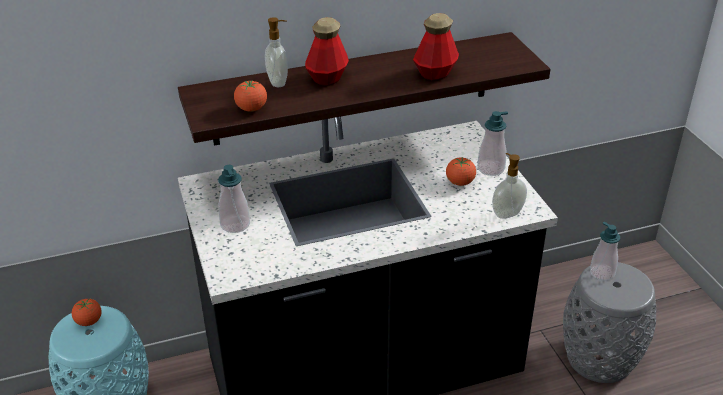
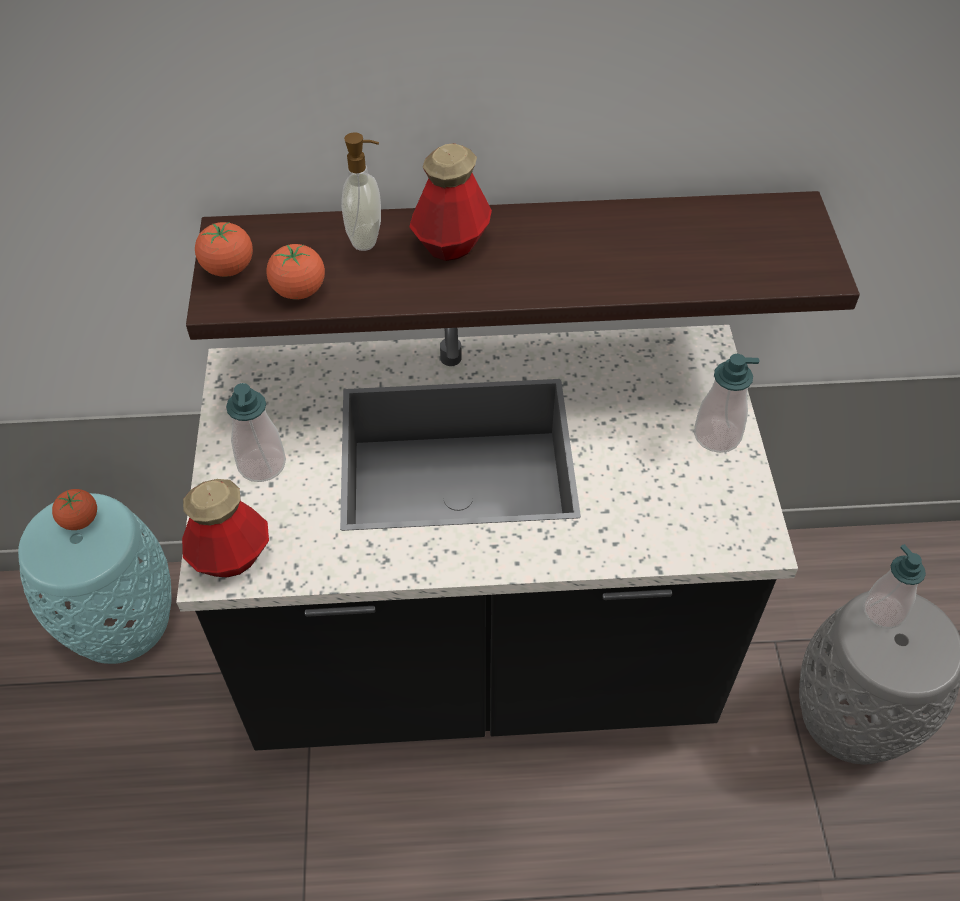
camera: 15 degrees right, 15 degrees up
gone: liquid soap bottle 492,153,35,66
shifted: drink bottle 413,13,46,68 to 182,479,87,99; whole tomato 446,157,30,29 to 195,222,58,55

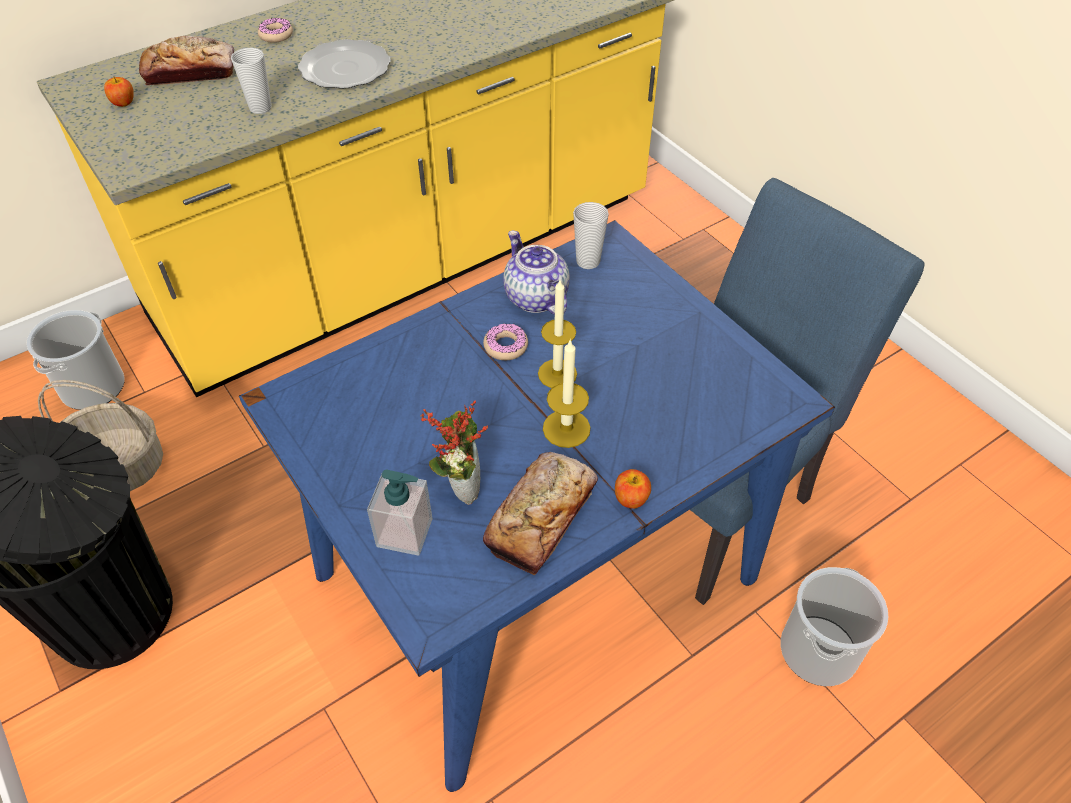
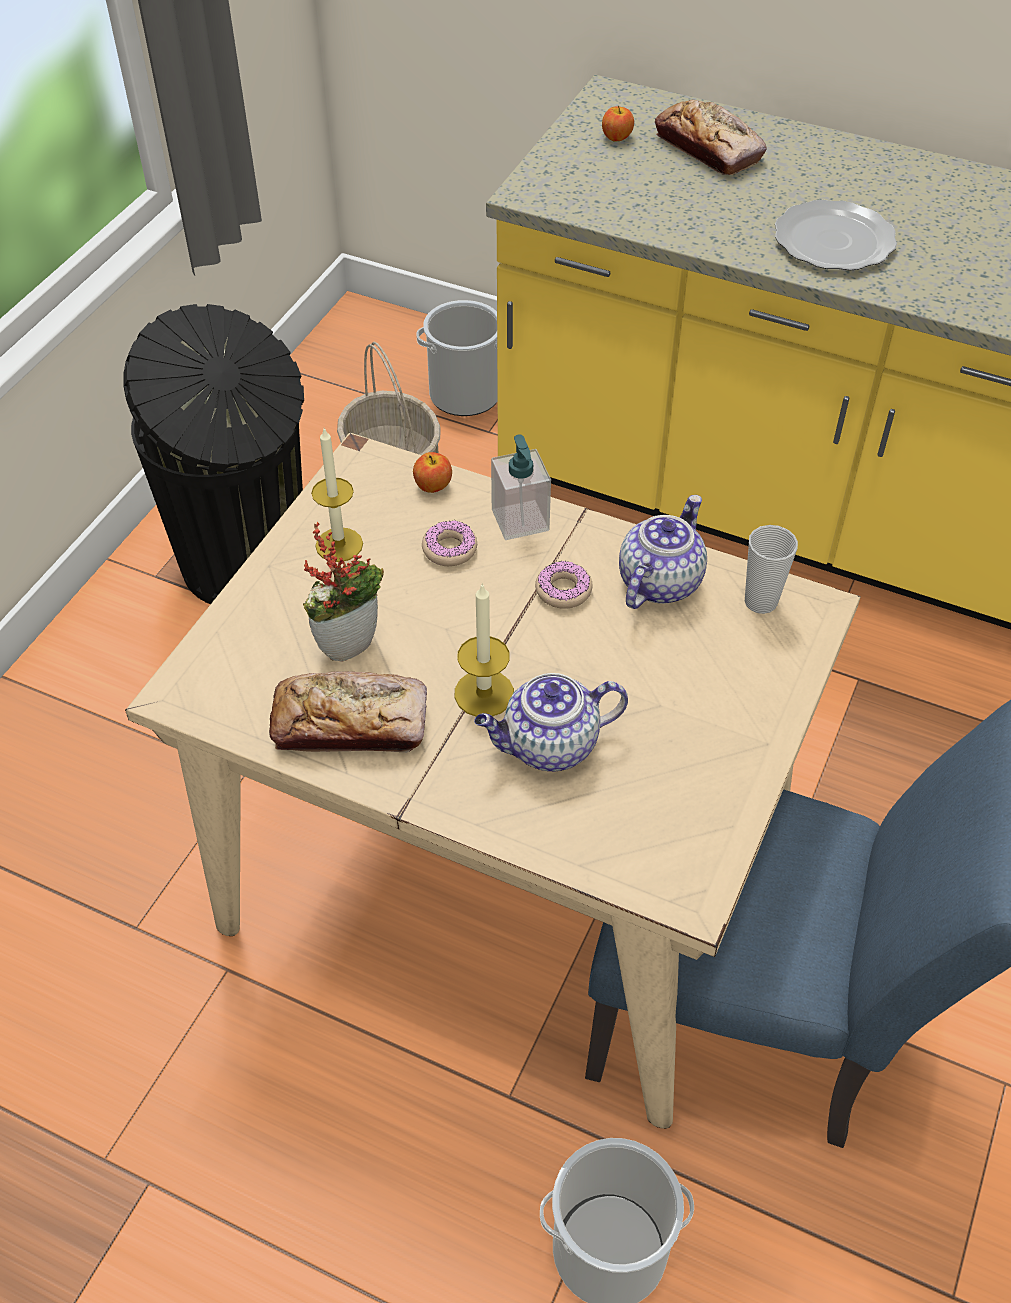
camera: 60 degrees right, 0 degrees up
gone: cup 231,48,40,66
new: teapot 474,673,154,98
shifted: donut 258,18,35,25 to 422,520,55,46; wax candle 538,280,39,108 to 311,428,52,134; apple fruit 615,469,36,40 to 413,452,39,41; liquid soap bottle 367,470,65,86 to 491,434,60,106
repainted: bluish dinner table 239,220,596,572 to sand-coloured dinner table 125,432,736,697

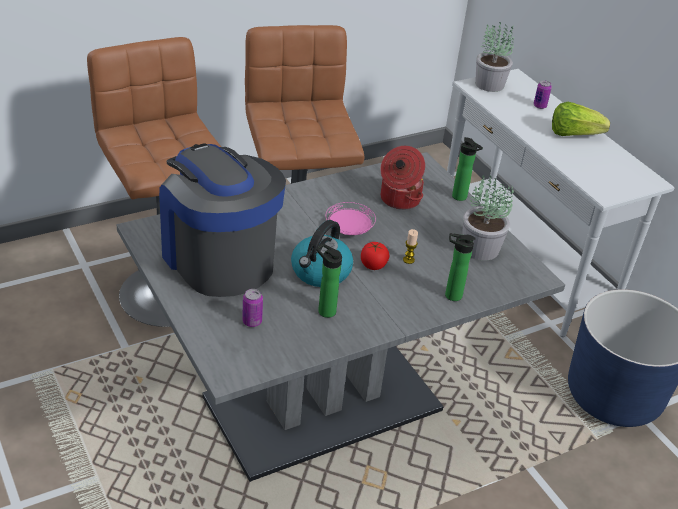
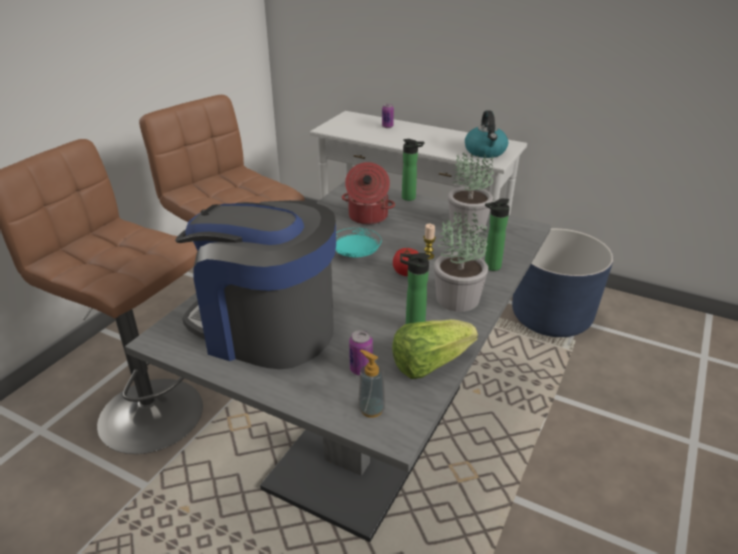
camera: 30 degrees left, 5 degrees down
new: liquid soap bottle 358,350,27,68
shifted: plant in a pot 475,22,39,70 to 434,208,54,104; lettuce 552,102,58,34 to 392,319,86,60; water kettle 291,220,62,67 to 465,110,43,48
repainted: pink-coloured dinner plate 326,202,50,33 to turquoise-coloured dinner plate 336,228,46,30

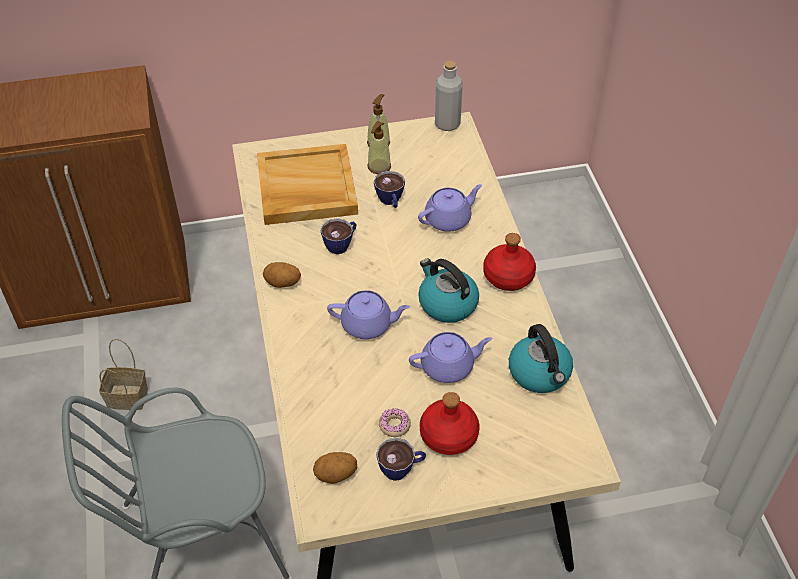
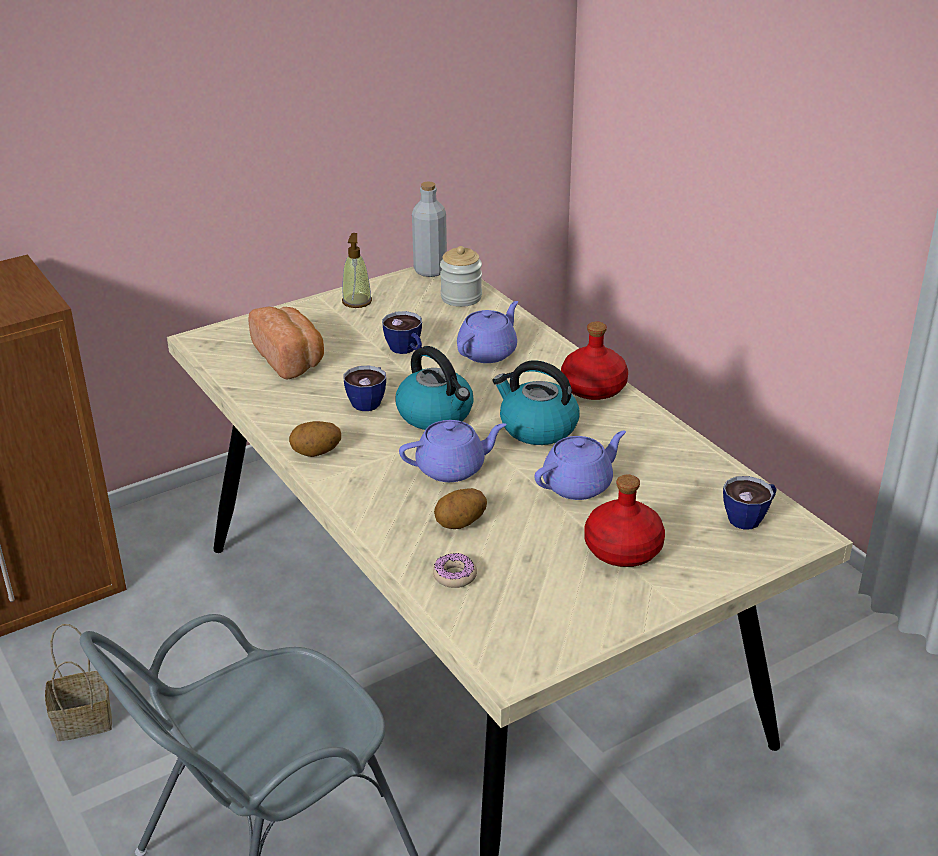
camera: 20 degrees left, 15 degrees down
gone: liquid soap bottle 368,121,23,53
new: jar 440,246,42,61
shifted: water kettle 509,324,64,69 to 396,346,78,84; donut 379,409,32,28 to 433,553,44,35; cup 376,437,50,44 to 723,476,54,54; potato 313,452,44,32 to 434,488,53,41
swapped: sand-coloured carrying tray 257,144,101,81 to baked bread 248,307,76,72

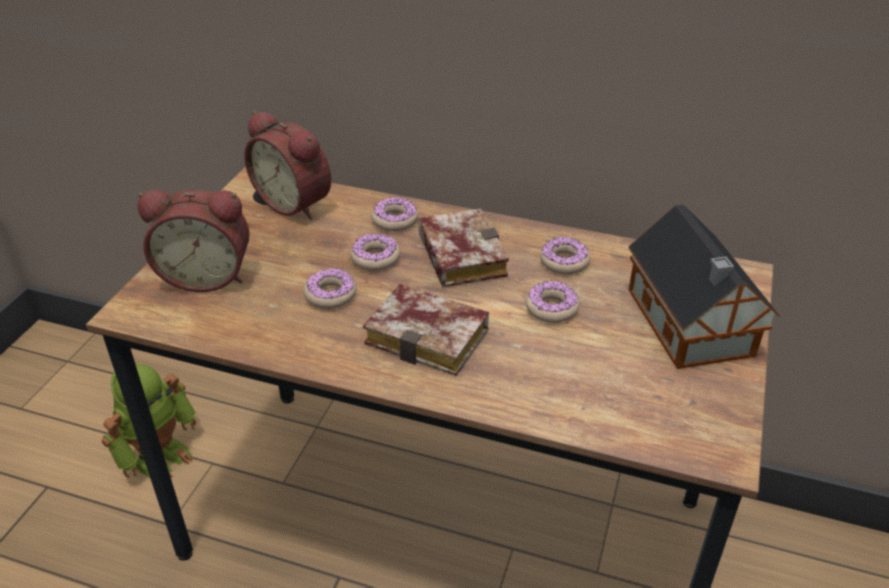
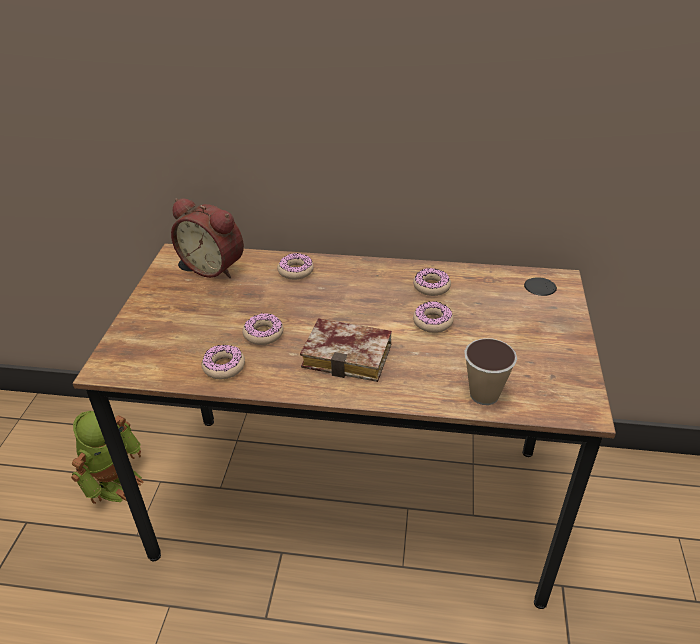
camera: 10 degrees left, 0 degrees up
gone: alarm clock 137,190,112,102; miniature house 628,204,152,165; bound book 418,209,91,79
new: cup 464,338,53,67
shifted: donut 350,233,50,38 to 202,345,43,34

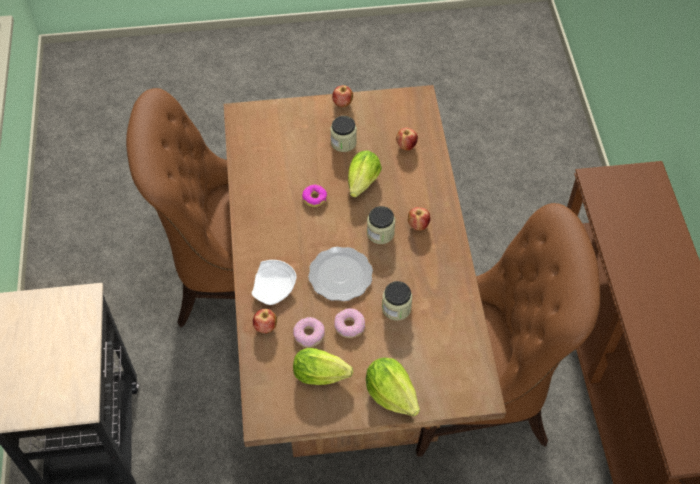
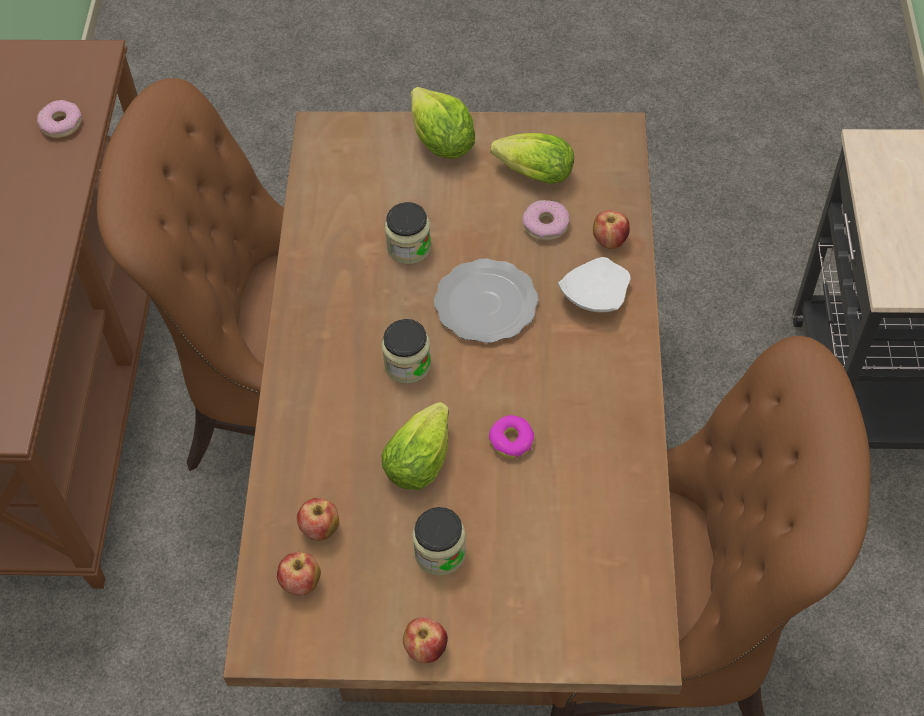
camera: 170 degrees left, 0 degrees up
shifted: apple fruit 408,207,22,24 to 277,552,44,44; donut 334,308,31,30 to 37,100,45,38

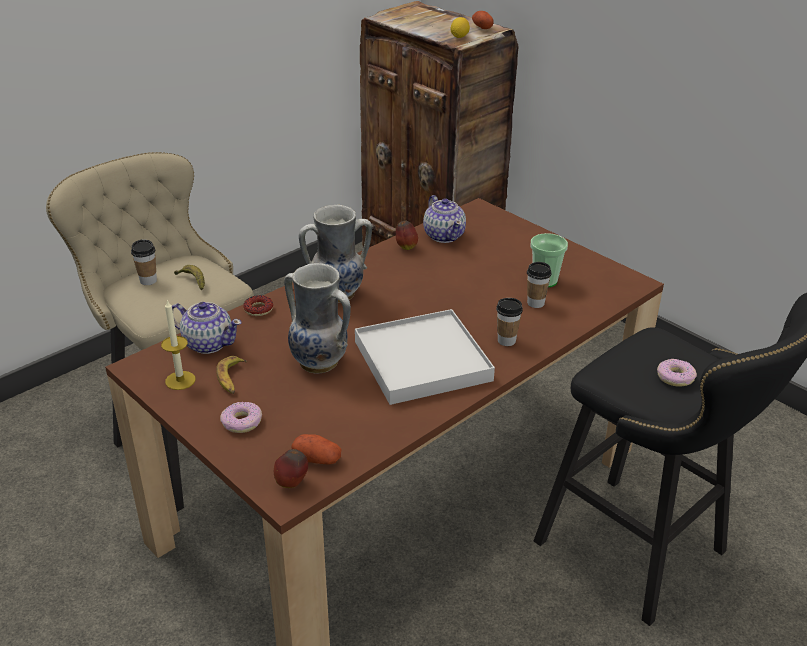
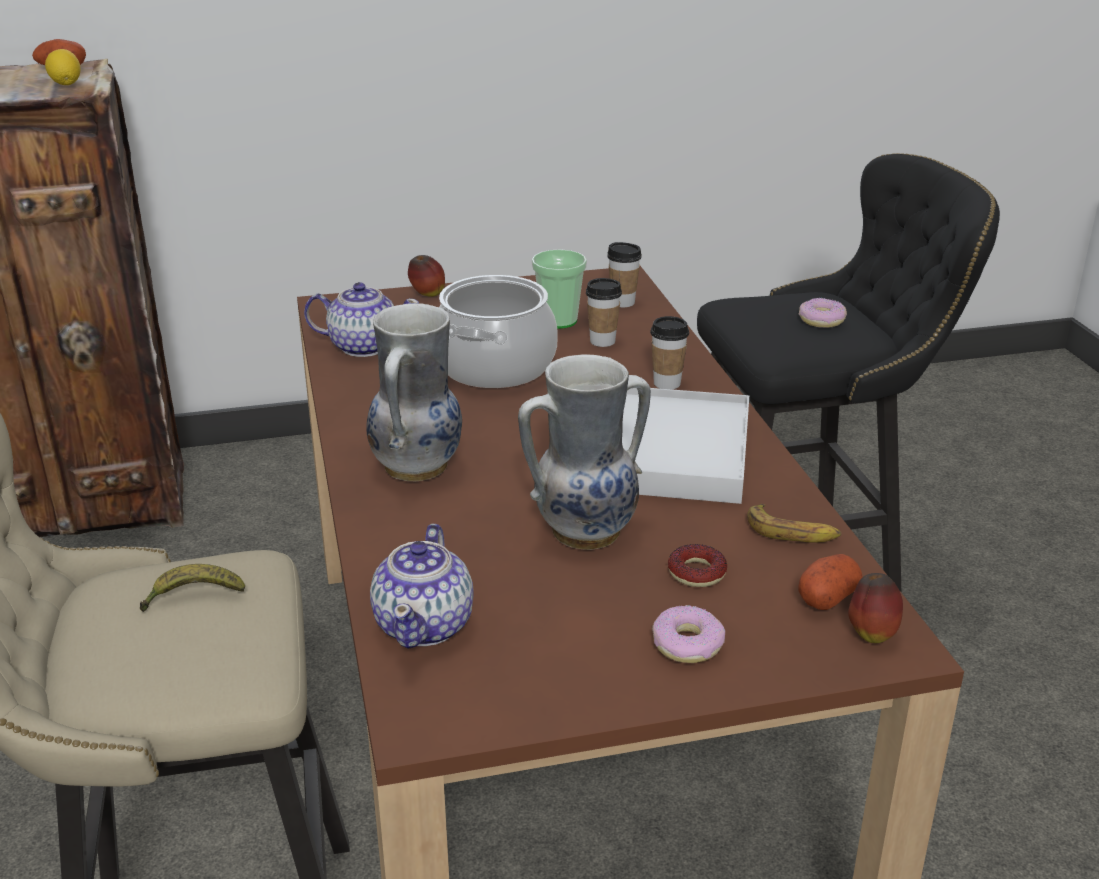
camera: 60 degrees left, 5 degrees down
gone: wax candle 161,300,35,90
new: cooking pot 439,275,119,113
shifted: apple fruit 396,221,22,29 to 408,255,37,42; cup 131,240,26,45 to 607,242,35,65; donut 243,295,30,21 to 668,544,59,43; banana 216,356,31,38 to 747,504,95,38
rotated: teapot 172,302,70,52 = 370,524,103,125 135 degrees clockwise

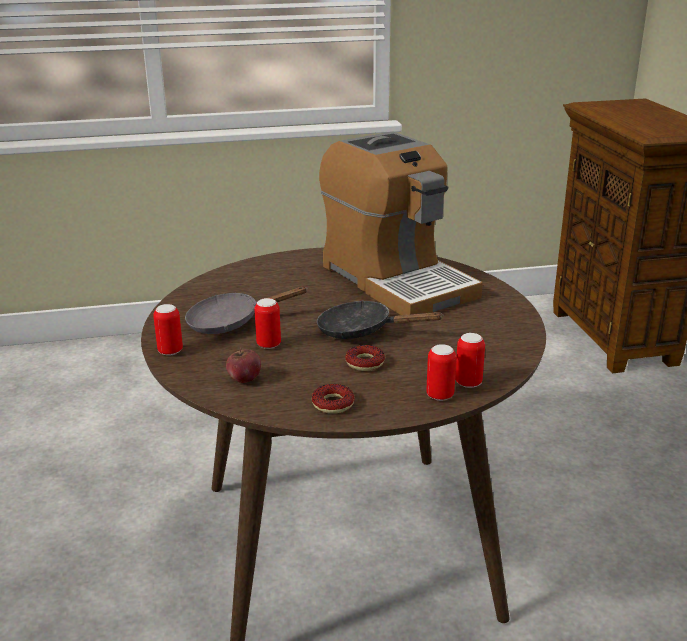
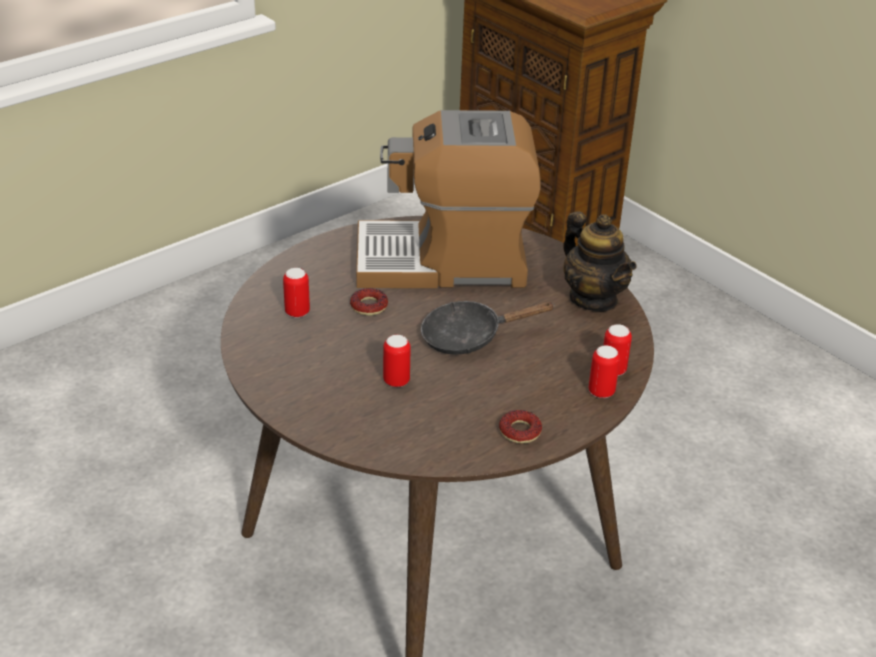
camera: 30 degrees left, 10 degrees up
gone: gray frying pan 185,286,123,48; apple fruit 226,348,35,35
new: teapot 563,211,74,100
shifted: can 153,304,30,52 to 283,268,27,50; donut 345,345,40,26 to 350,288,38,28
rotated: coffee brewer 319,131,164,184 = 356,110,185,178 150 degrees clockwise

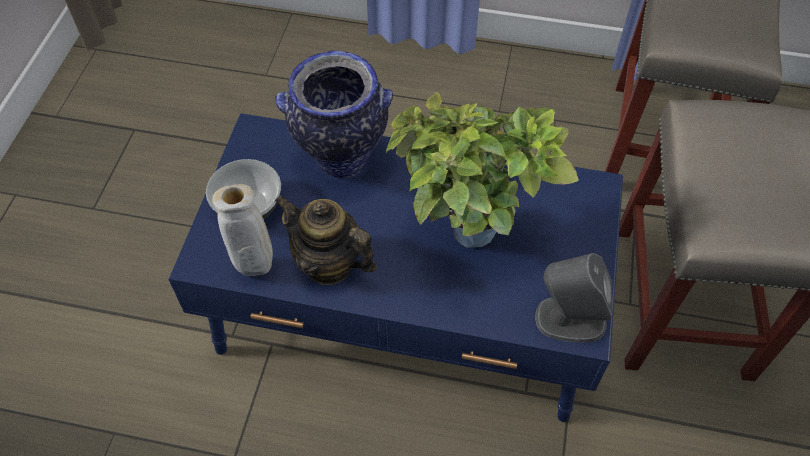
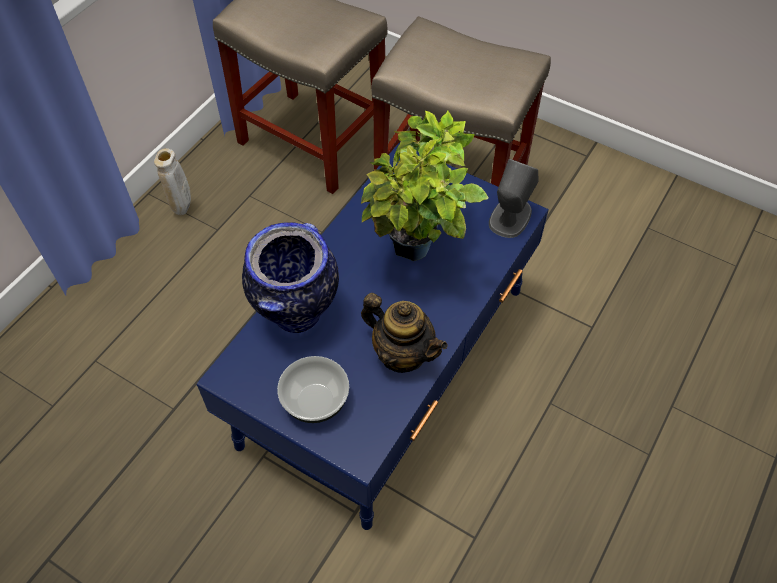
camera: 70 degrees left, 0 degrees up
shifted: sand-coloured decorative vase 212,184,61,92 to 154,149,37,66
rotated: teapot 275,195,102,90 = 361,293,87,80 105 degrees counterclockwise

